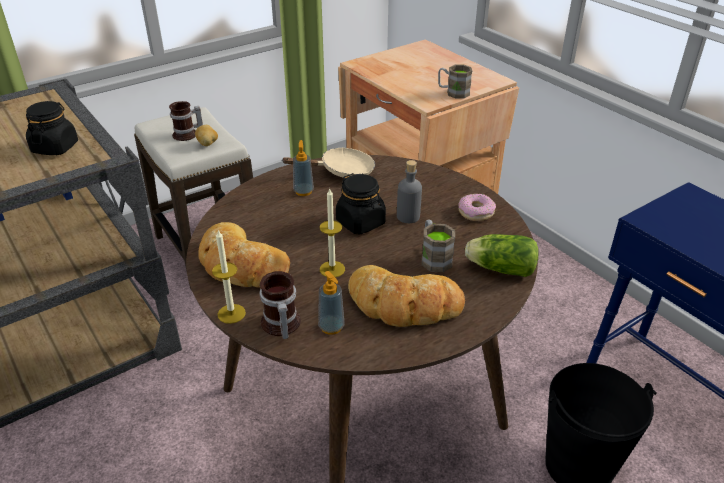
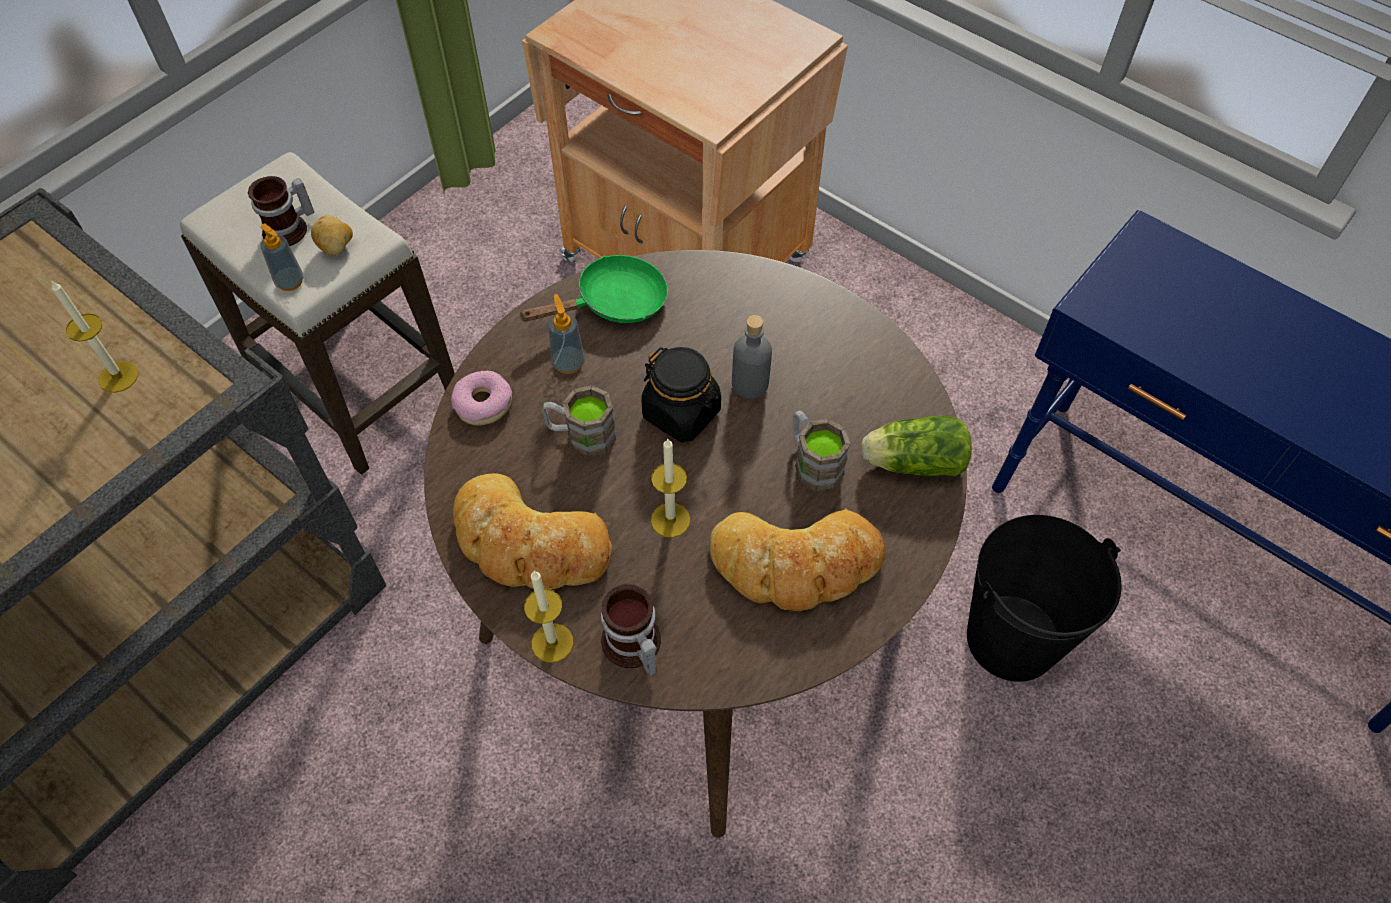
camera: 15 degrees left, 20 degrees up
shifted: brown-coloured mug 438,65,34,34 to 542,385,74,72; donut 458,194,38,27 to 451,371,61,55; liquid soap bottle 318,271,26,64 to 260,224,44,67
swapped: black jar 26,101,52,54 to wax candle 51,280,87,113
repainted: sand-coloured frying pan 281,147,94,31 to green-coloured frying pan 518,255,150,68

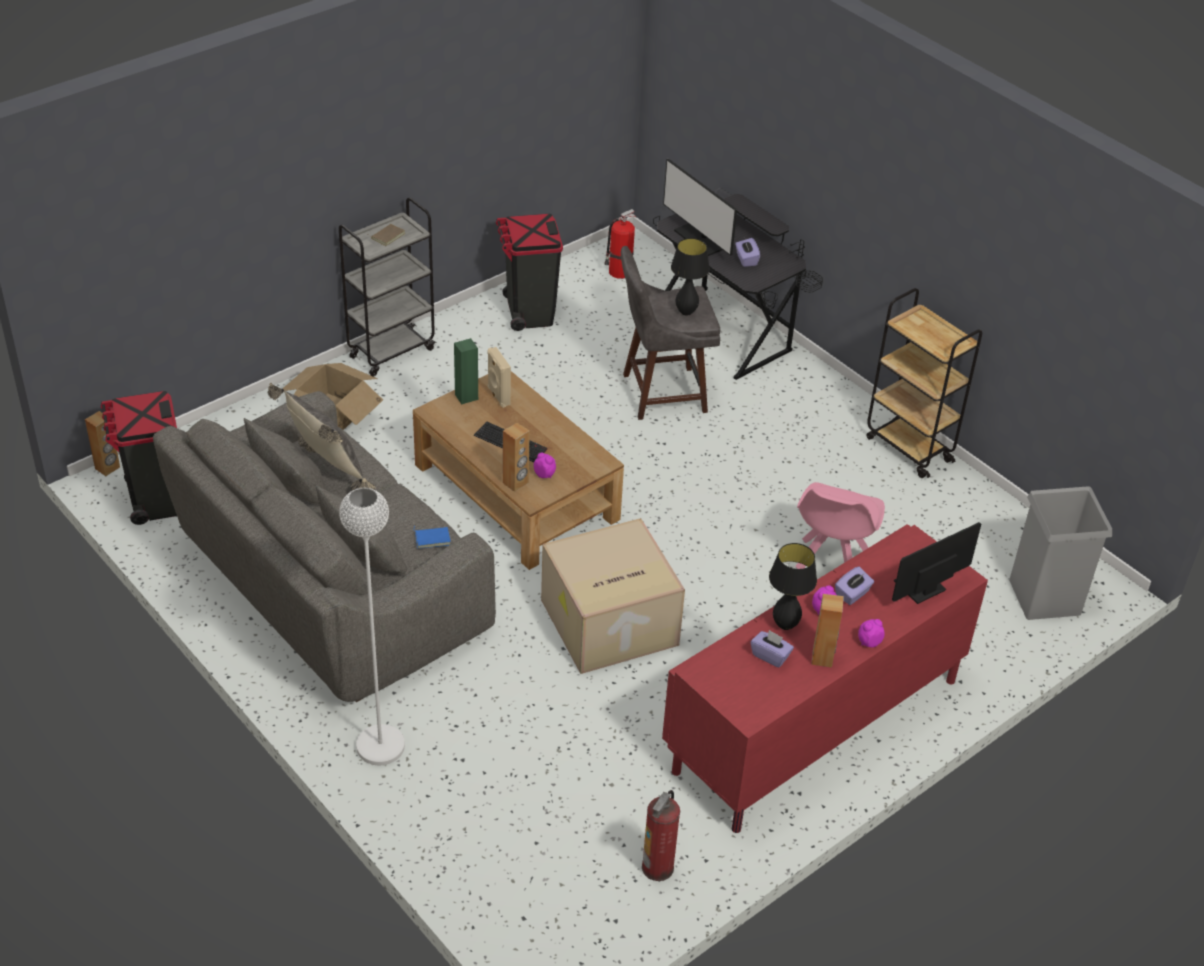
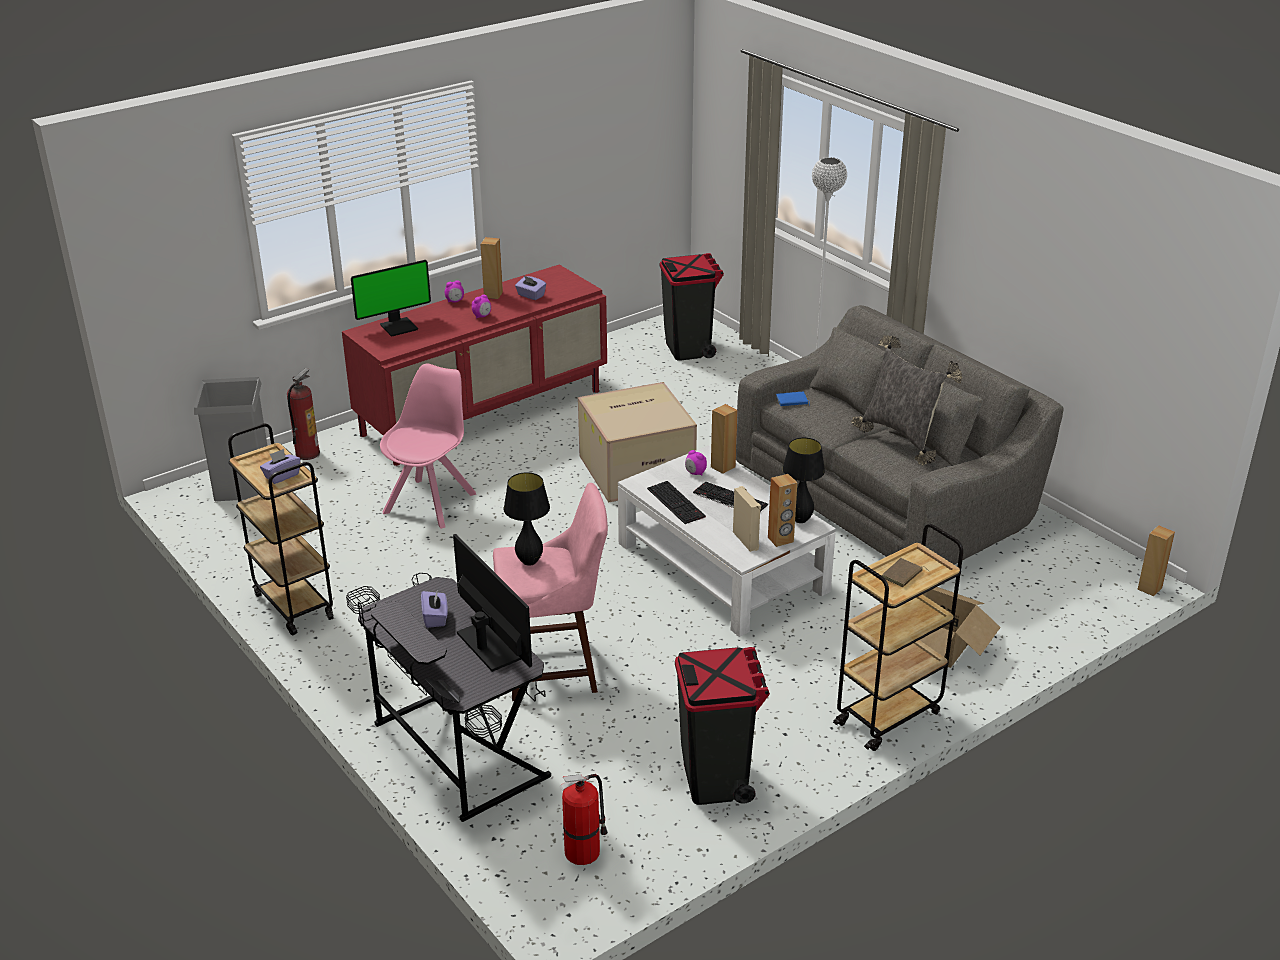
camera: 175 degrees left, 10 degrees down
new: PC keyboard 647,481,59,43
shifted: black trash can 101,391,76,134 to 660,253,64,108; black table lamp 769,543,48,87 to 782,438,43,85; purplish box of tissues 835,567,39,38 to 260,449,40,35; extinguisher 642,790,38,91 to 287,368,33,92
repainted: gray trolley 339,197,97,180 to brown-coloured trolley 833,524,130,227; gray sitting stool 621,246,99,174 to pink-coloured sitting stool 493,483,115,218; green-coloured loudspeaker 454,338,24,66 to brown-coloured loudspeaker 768,474,29,73; brown-coloured low table 413,371,211,199 to white low table 618,445,218,192

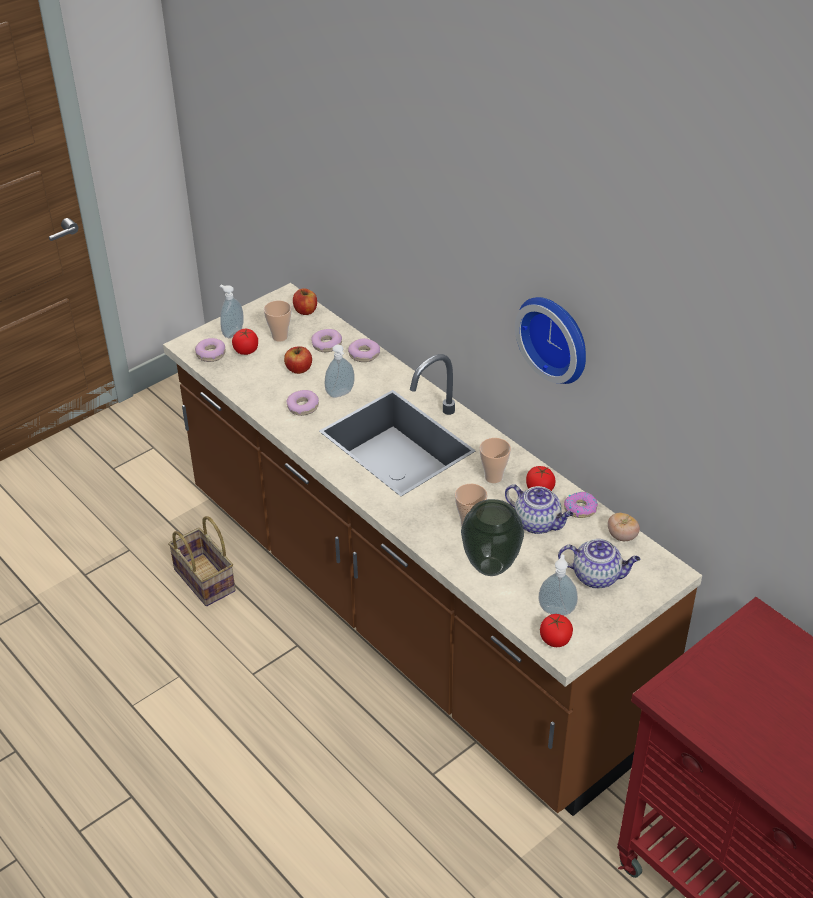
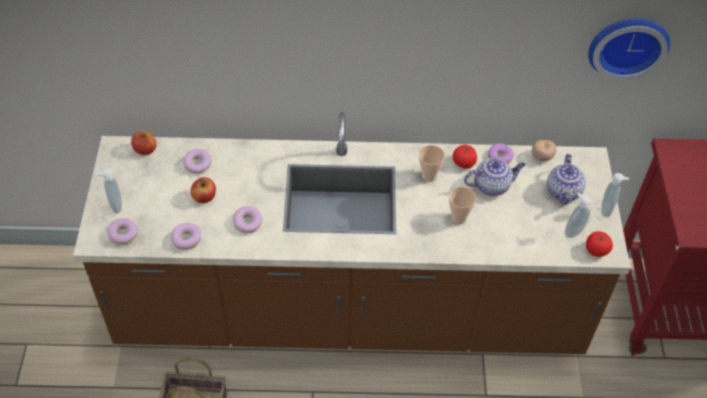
camera: 50 degrees left, 10 degrees up
gone: cup 264,300,27,42; whole tomato 232,329,26,26; decorative vase 461,499,63,77
shifted: hanging clock 515,297,71,87 to 588,18,82,62; donut 348,338,32,24 to 171,223,30,27; liquid soap bottle 325,345,30,53 to 601,173,28,44
rotated: teapot 558,539,82,50 = 547,154,39,51 135 degrees clockwise

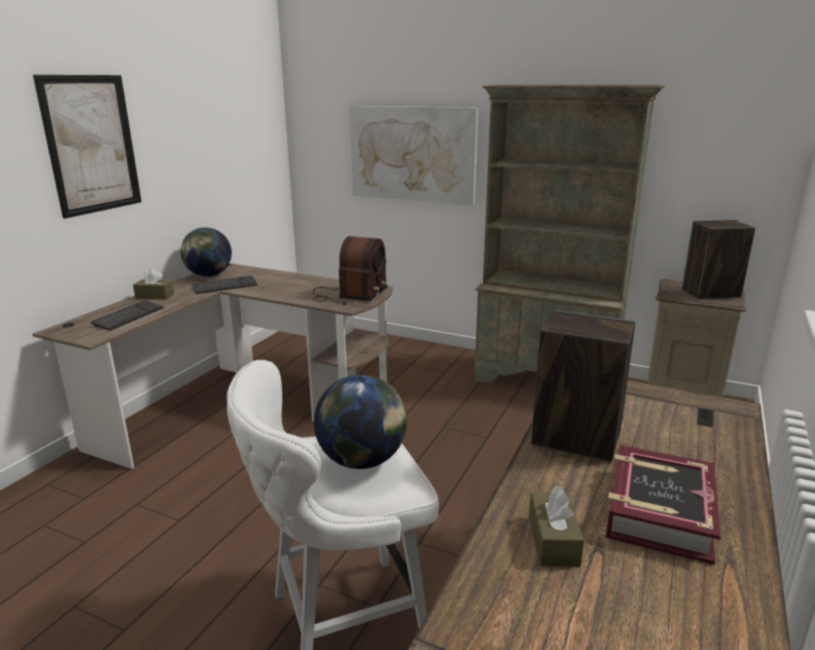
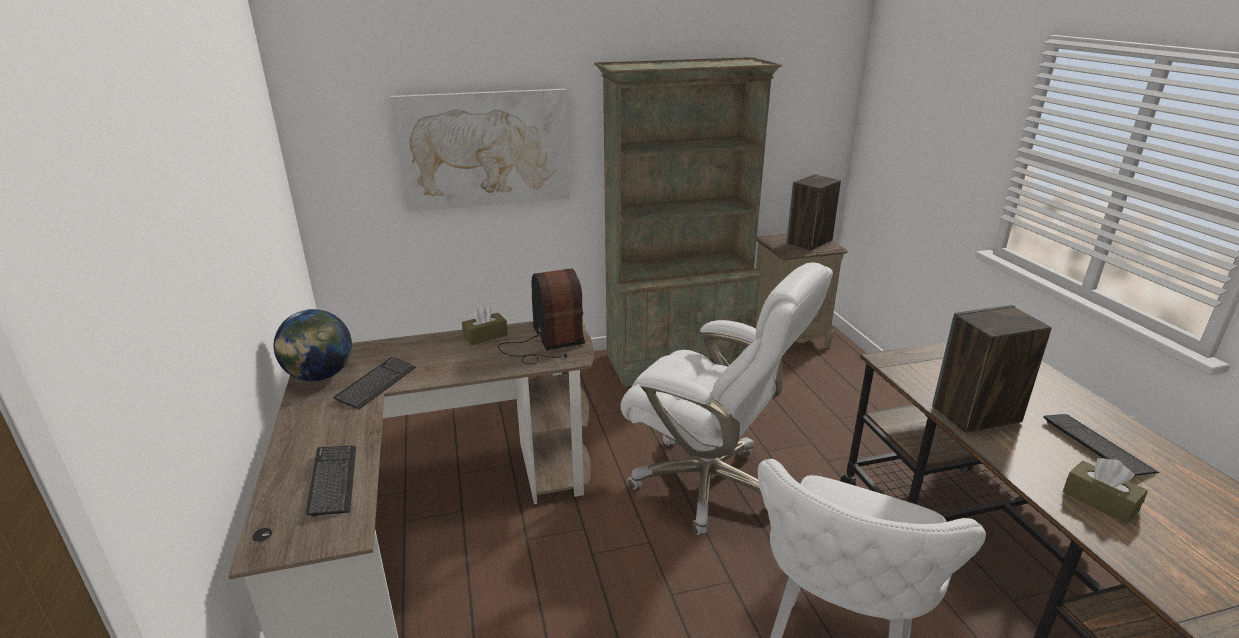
camera: 40 degrees left, 5 degrees up
gone: picture 33,75,109,143; world globe 314,374,93,95
new: white desk chair 621,262,212,273
shifted: brown-coloured box of tissues 133,269,41,31 to 462,305,46,40
swapped: bound book 604,445,117,119 to PC keyboard 1044,414,115,62

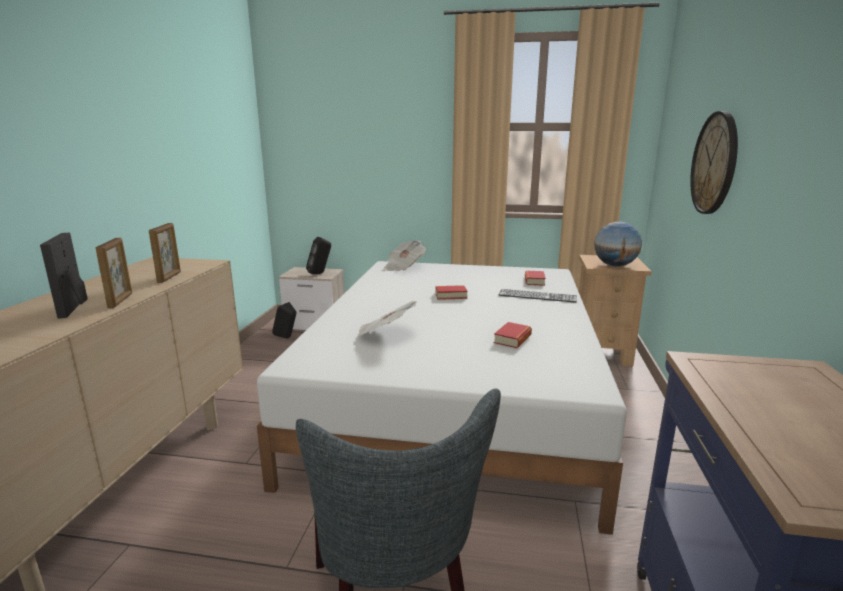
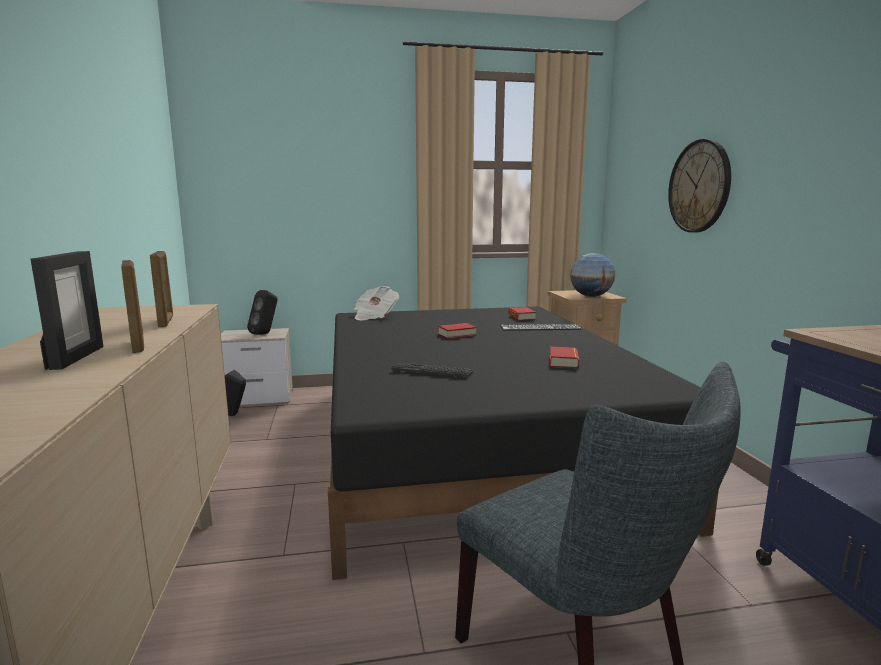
camera: 20 degrees left, 5 degrees down
swapped: printed paper 357,301,60,36 to PC keyboard 391,363,83,15
repainted: white sleeping bed 257,261,370,274 to black sleeping bed 328,306,391,274
rotated: standing frame 40,233,48,86 = 31,251,73,119 150 degrees counterclockwise

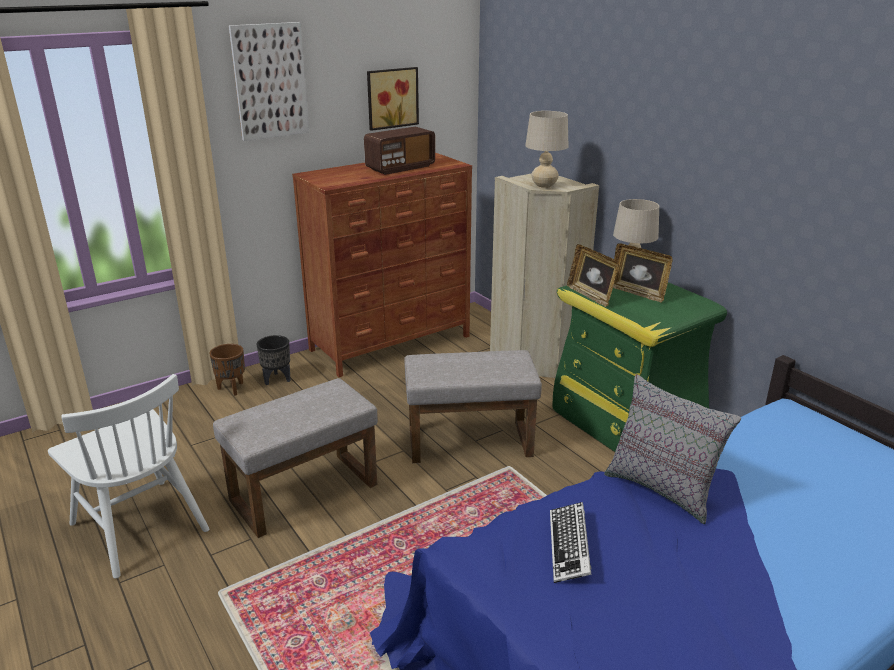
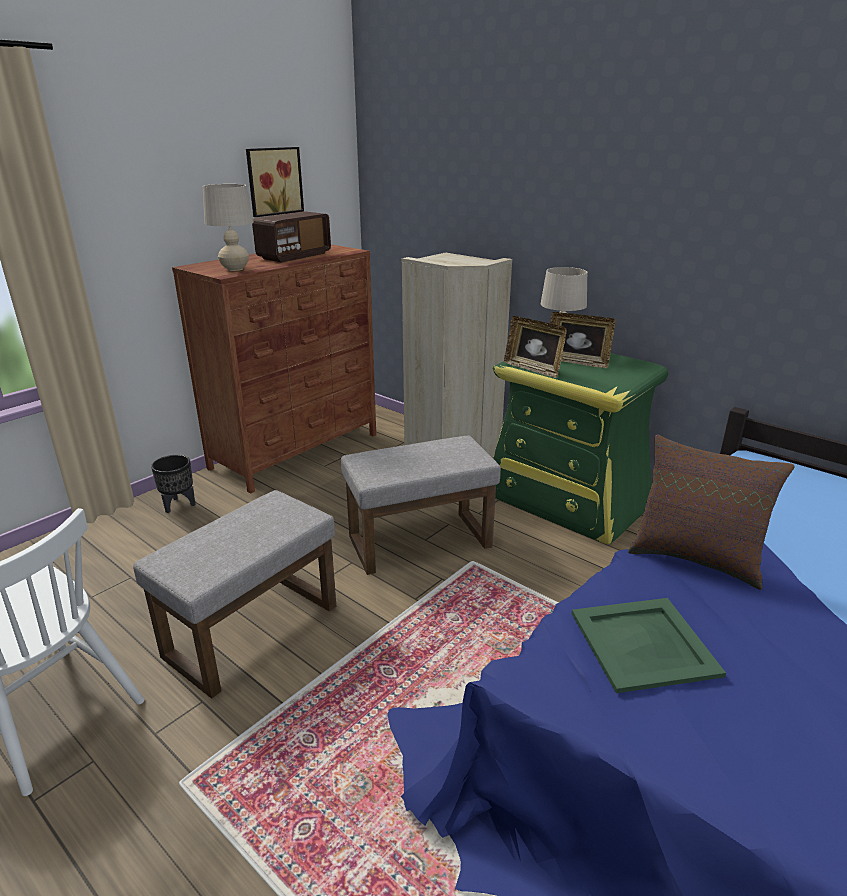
camera: 15 degrees left, 0 degrees up
gone: picture 229,22,80,119; brown-coloured flower pot 209,344,36,52
shifted: sand-coloured table lamp 525,111,44,77 to 203,184,51,87
swapped: PC keyboard 550,502,41,81 to green-coloured carrying tray 572,598,154,95
repainted: gray cushion 604,374,137,150 to brown-coloured cushion 628,434,167,156

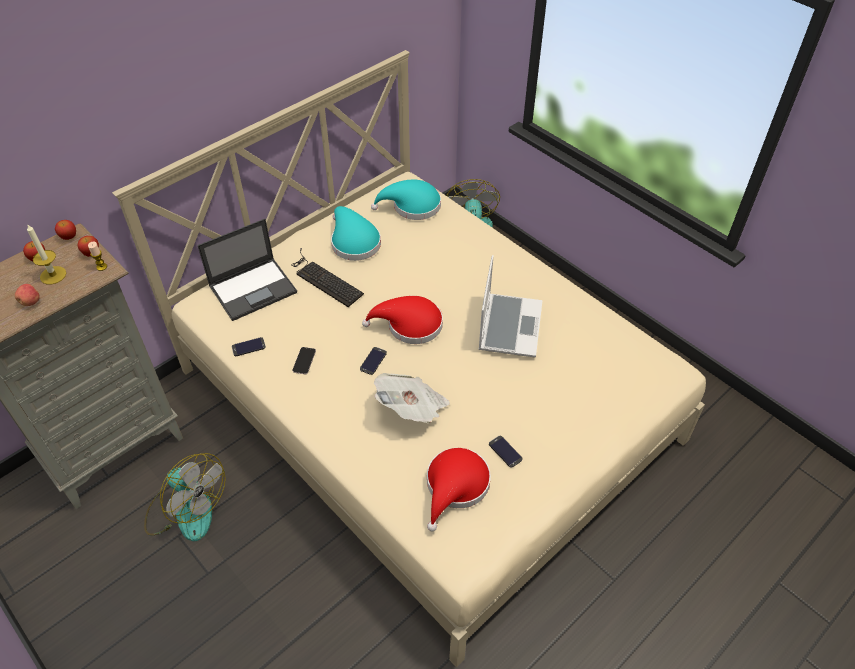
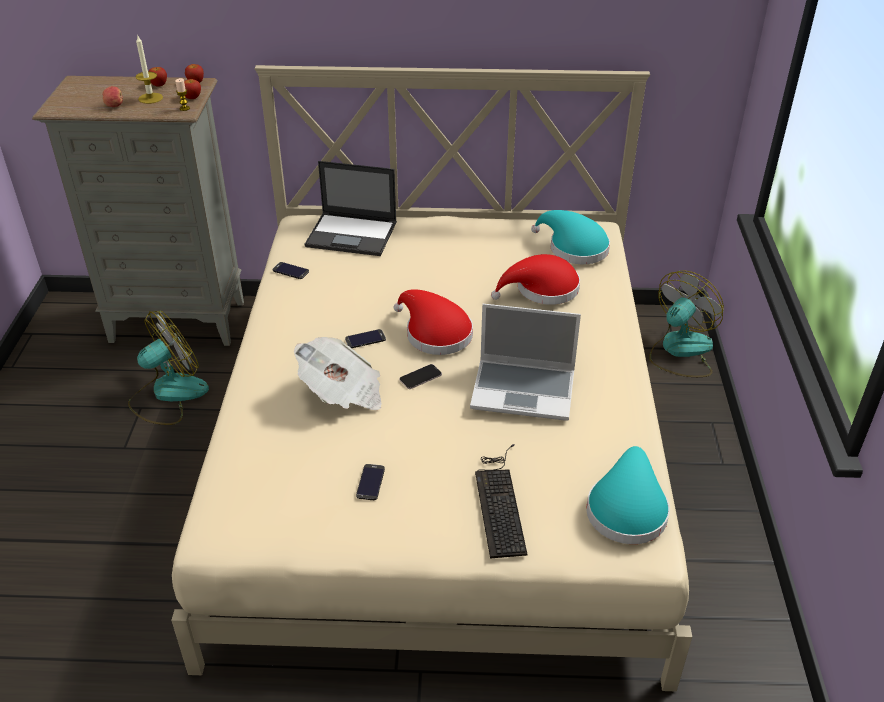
camera: 45 degrees right, 10 degrees down
shifted: turquoise-coloured clothing hat 331,206,50,55 to 586,446,84,98; PC keyboard 291,248,73,59 to 475,444,52,115; handset 292,347,24,28 to 399,364,43,25; red clothing hat 427,448,64,83 to 491,254,89,51
rotated: laptop 478,255,65,103 = 470,304,111,117 45 degrees clockwise; cooling fan 144,453,82,88 = 128,311,81,114 120 degrees counterclockwise

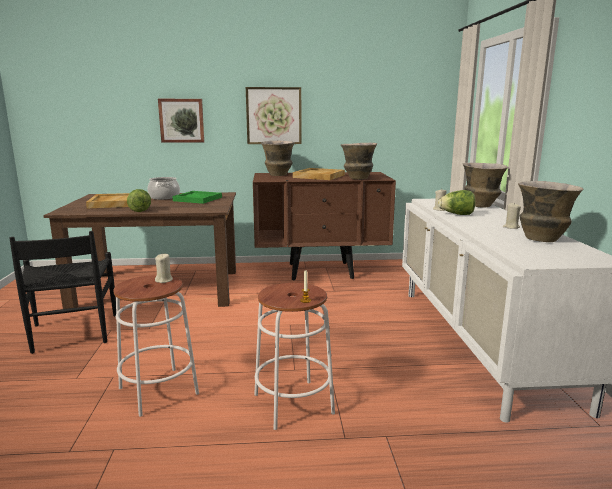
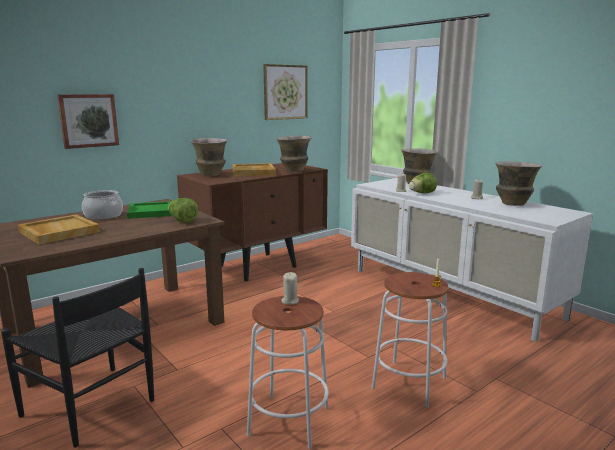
camera: 35 degrees left, 0 degrees up
shifted: picture 246,87,55,57 to 263,64,45,56; lettuce 127,189,24,23 to 168,198,30,25

